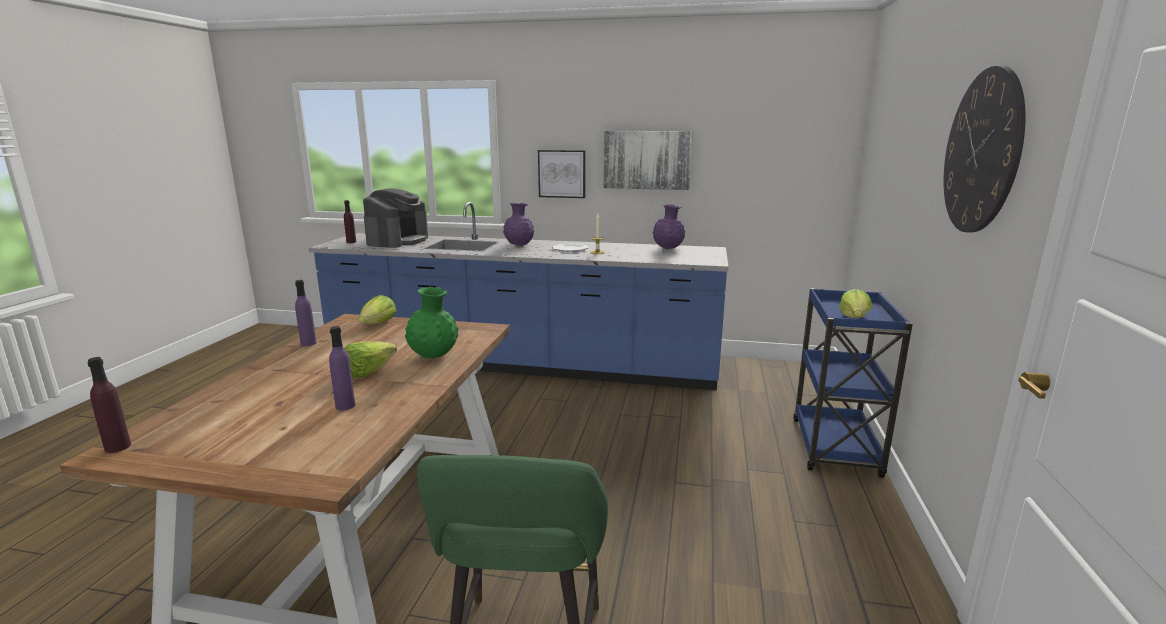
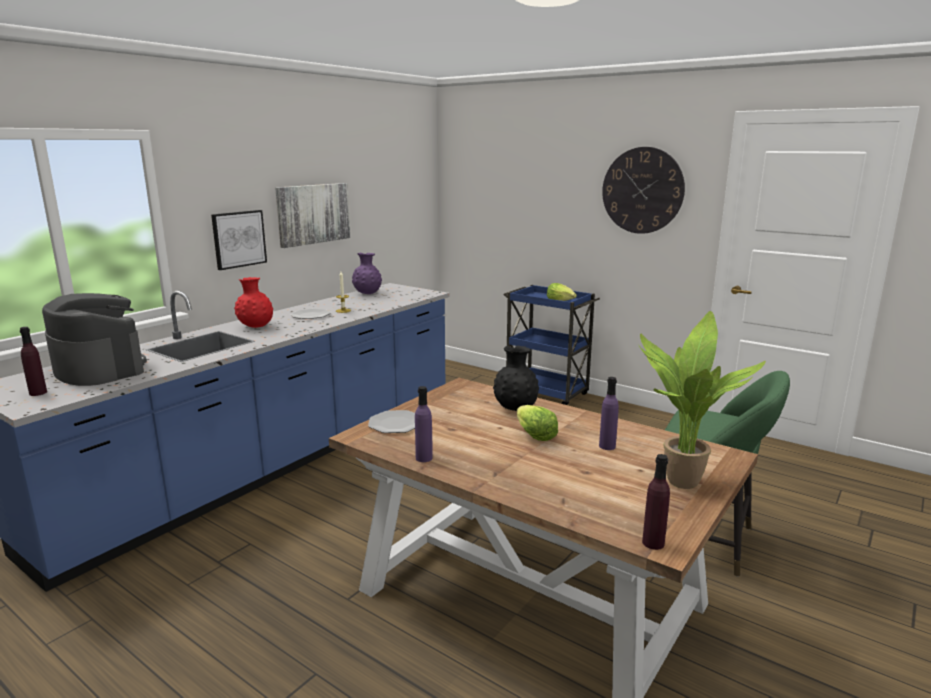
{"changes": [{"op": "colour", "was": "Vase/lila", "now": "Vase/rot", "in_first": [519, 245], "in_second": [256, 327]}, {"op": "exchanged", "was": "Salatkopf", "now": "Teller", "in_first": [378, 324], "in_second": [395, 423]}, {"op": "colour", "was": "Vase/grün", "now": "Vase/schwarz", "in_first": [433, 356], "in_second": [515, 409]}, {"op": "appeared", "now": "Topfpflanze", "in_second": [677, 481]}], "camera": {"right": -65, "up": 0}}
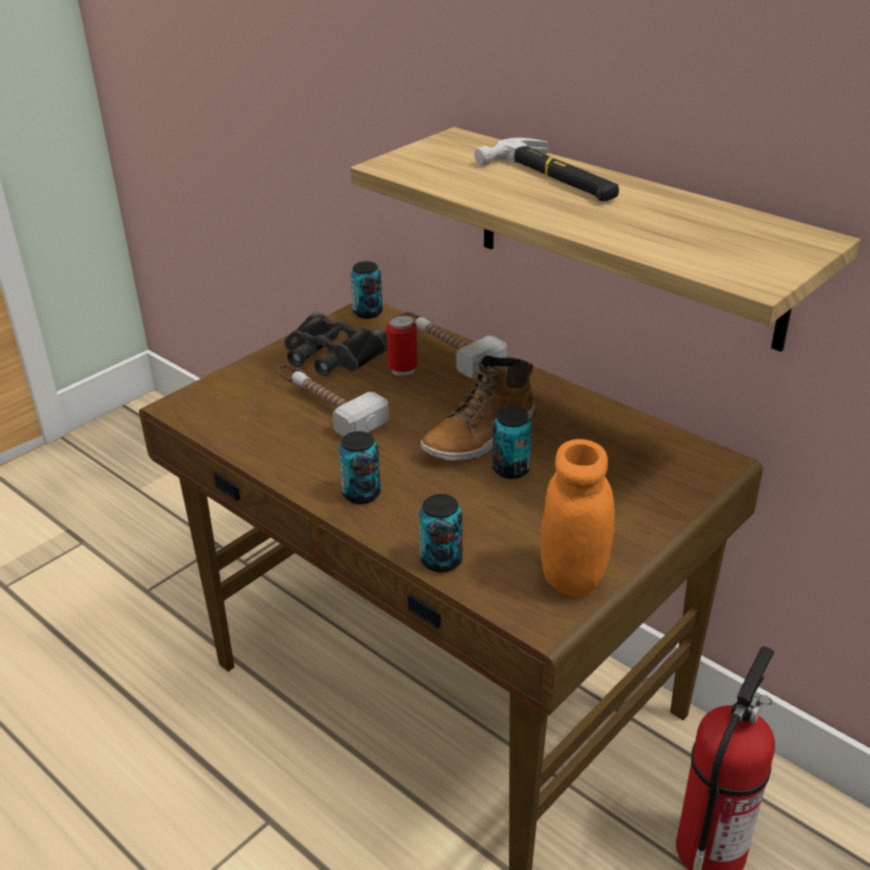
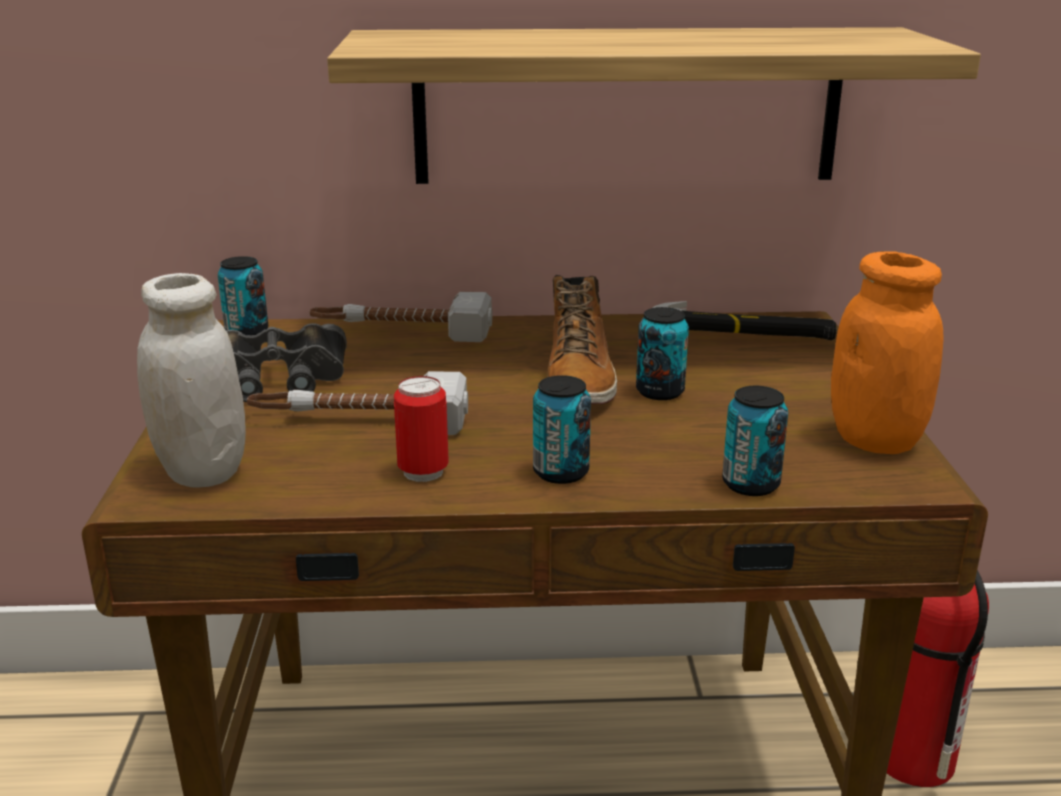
{"changes": [{"op": "appeared", "now": "Vorratsglas/weiß", "in_second": [202, 471]}, {"op": "relocated", "was": "Dose", "in_first": [403, 369], "in_second": [423, 472]}, {"op": "relocated", "was": "Hammer", "in_first": [552, 178], "in_second": [740, 334]}], "camera": {"right": -45, "up": -10}}
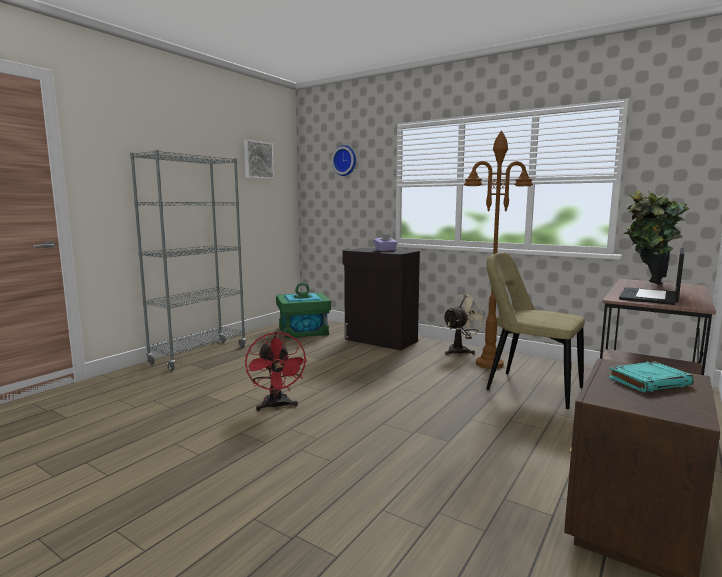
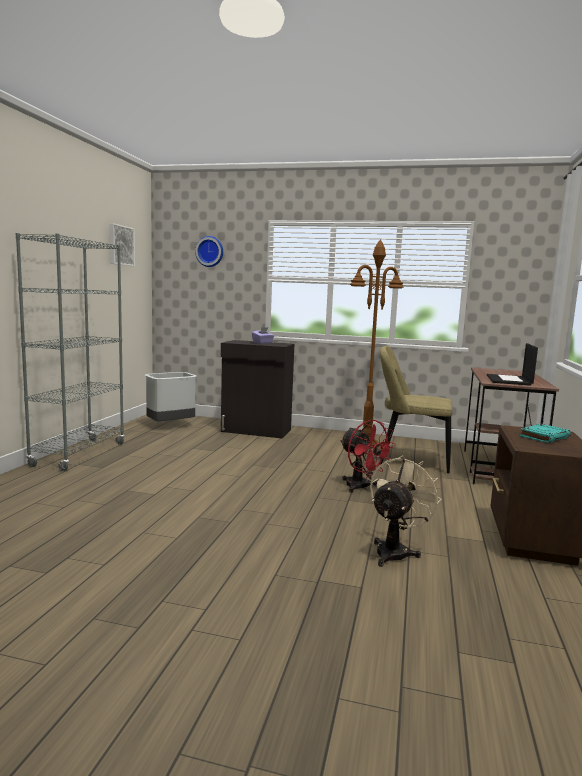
{"changes": [{"op": "exchanged", "was": "Aufbewahrungsbox/grün", "now": "Mülleimer/grau", "in_first": [303, 331], "in_second": [170, 426]}, {"op": "relocated", "was": "Ventilator/rot", "in_first": [276, 406], "in_second": [361, 488]}, {"op": "relocated", "was": "Ventilator/beige", "in_first": [461, 351], "in_second": [395, 551]}, {"op": "missing", "was": "Topfpflanze", "in_first": [646, 285]}], "camera": {"right": -20, "up": 0}}
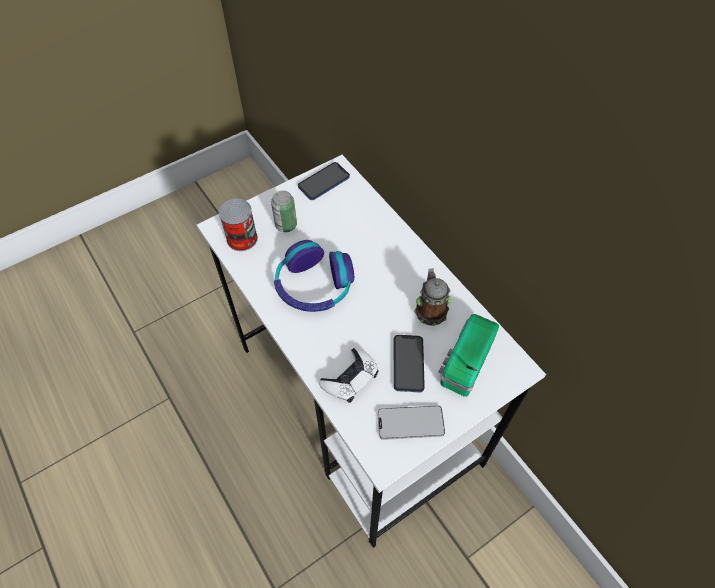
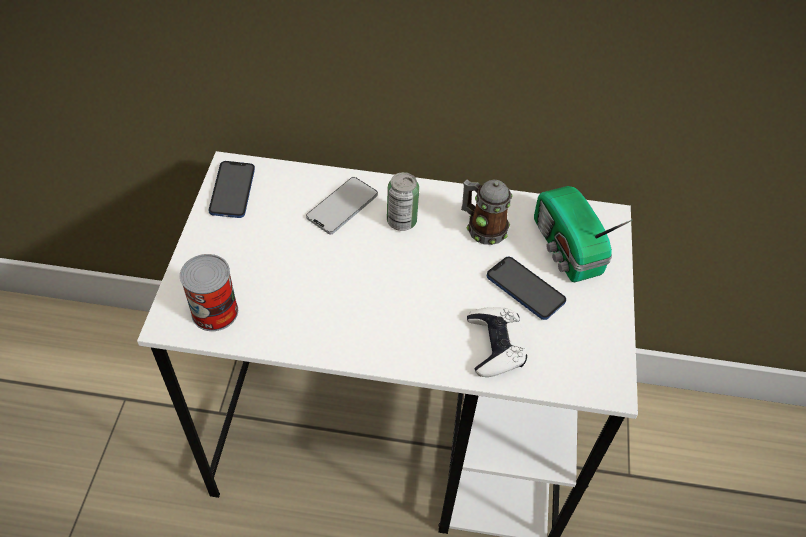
{"changes": [{"op": "relocated", "was": "Handy", "in_first": [410, 423], "in_second": [342, 206]}, {"op": "relocated", "was": "Dose", "in_first": [286, 225], "in_second": [401, 221]}, {"op": "missing", "was": "Kopfhörer", "in_first": [314, 285]}], "camera": {"right": -50, "up": -5}}
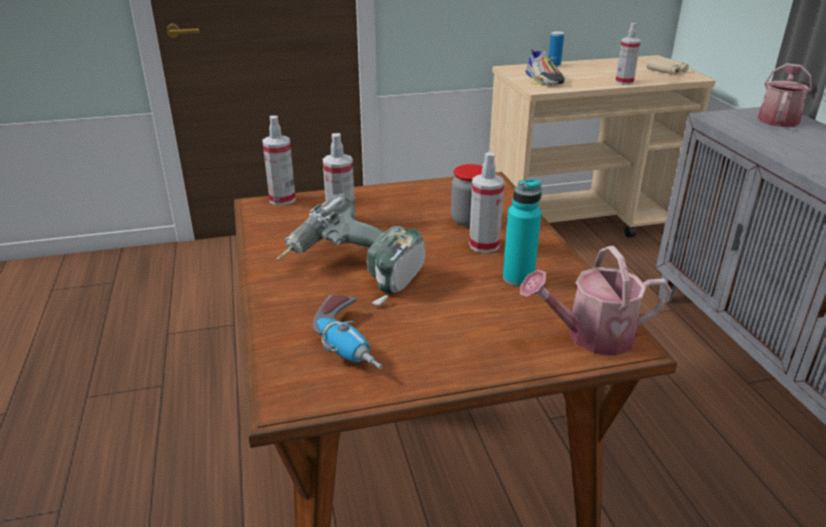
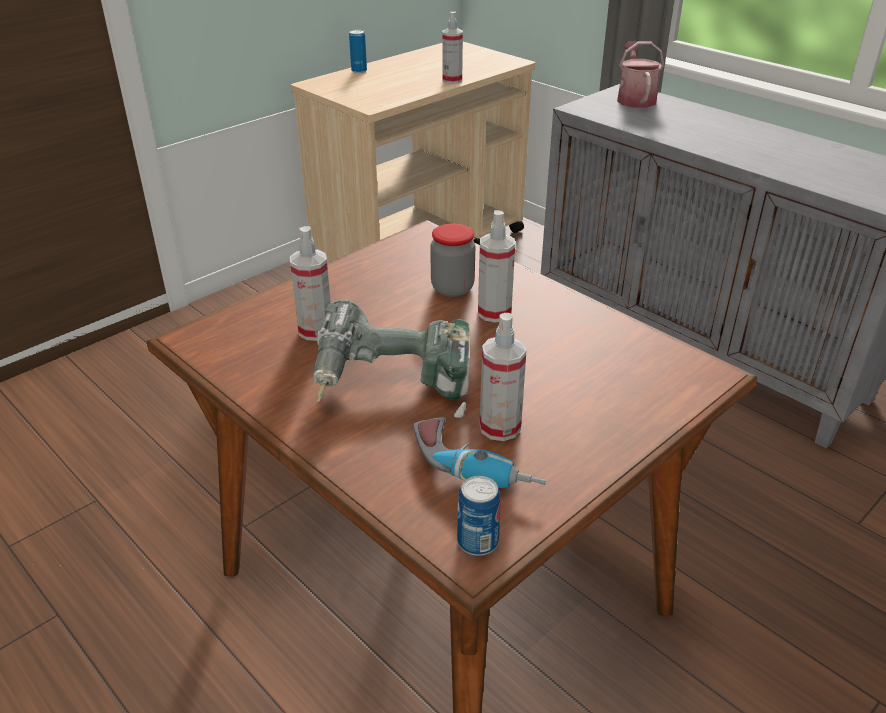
{"changes": [{"op": "appeared", "now": "Dose", "in_second": [477, 542]}, {"op": "relocated", "was": "Sprühflasche", "in_first": [282, 199], "in_second": [500, 427]}, {"op": "missing", "was": "Flasche/türkis", "in_first": [518, 278]}, {"op": "missing", "was": "Gießkanne", "in_first": [591, 336]}, {"op": "missing", "was": "Schuh", "in_first": [544, 79]}, {"op": "missing", "was": "Fernglas/beige", "in_first": [666, 71]}], "camera": {"right": -30, "up": 5}}
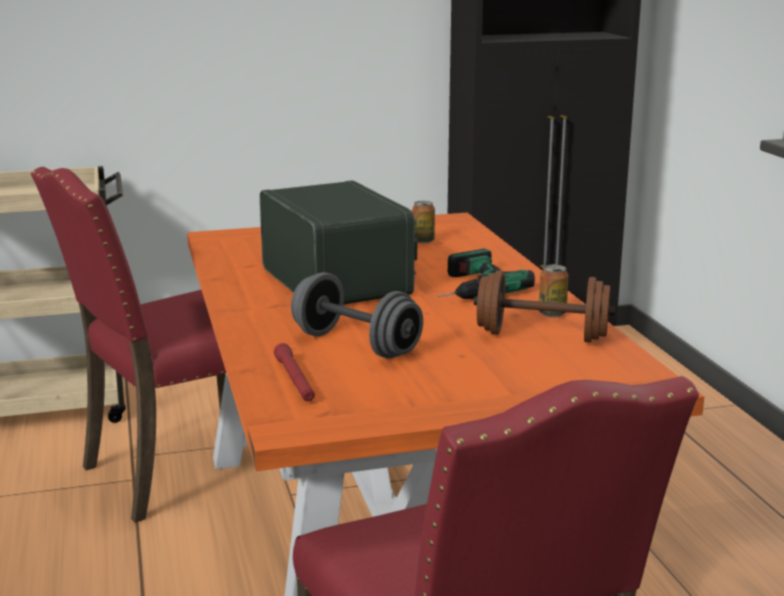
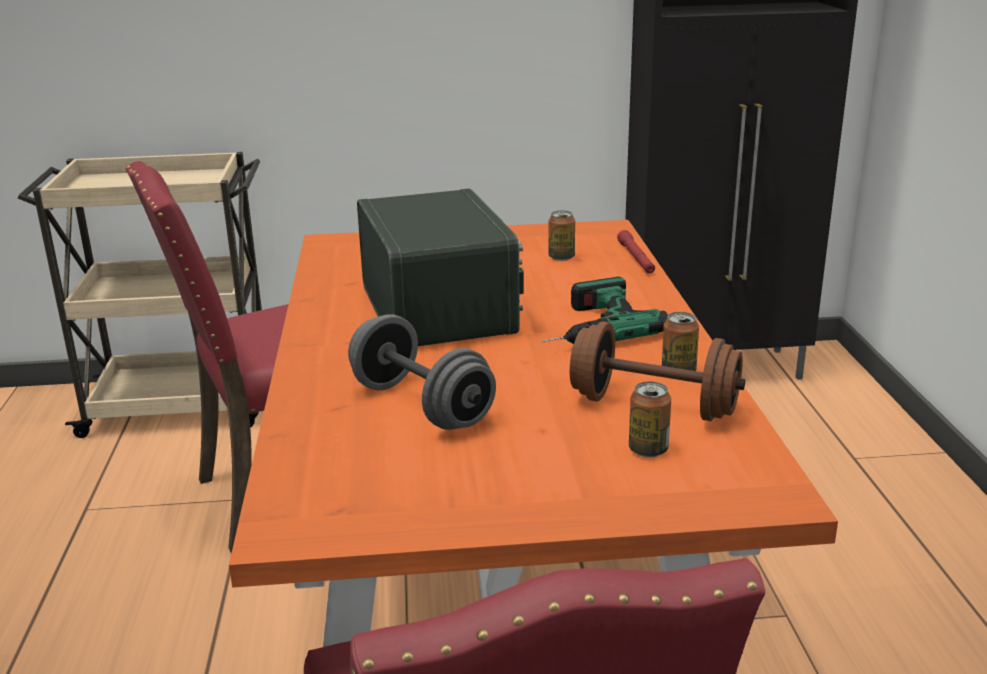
{"changes": [{"op": "relocated", "was": "Taschenlampe/rot", "in_first": [295, 380], "in_second": [636, 259]}, {"op": "appeared", "now": "Dose", "in_second": [648, 450]}], "camera": {"right": 10, "up": 5}}
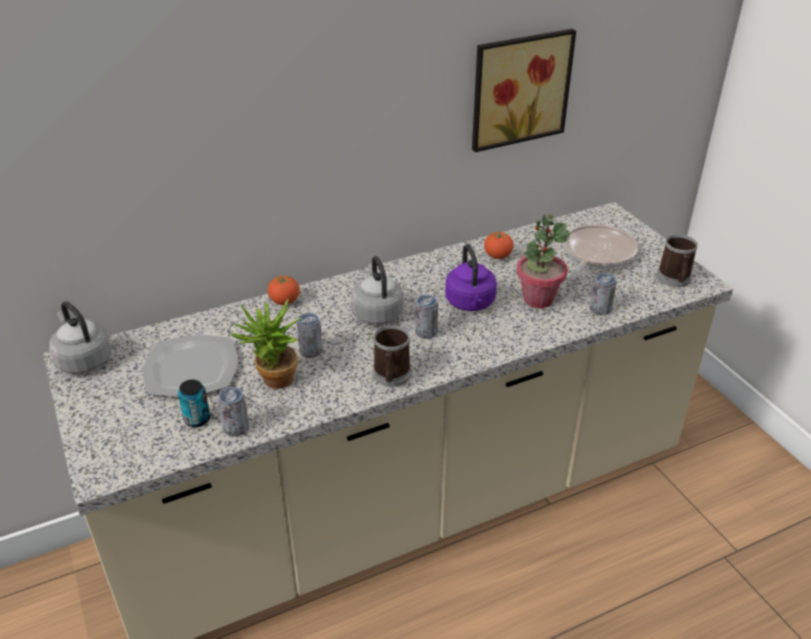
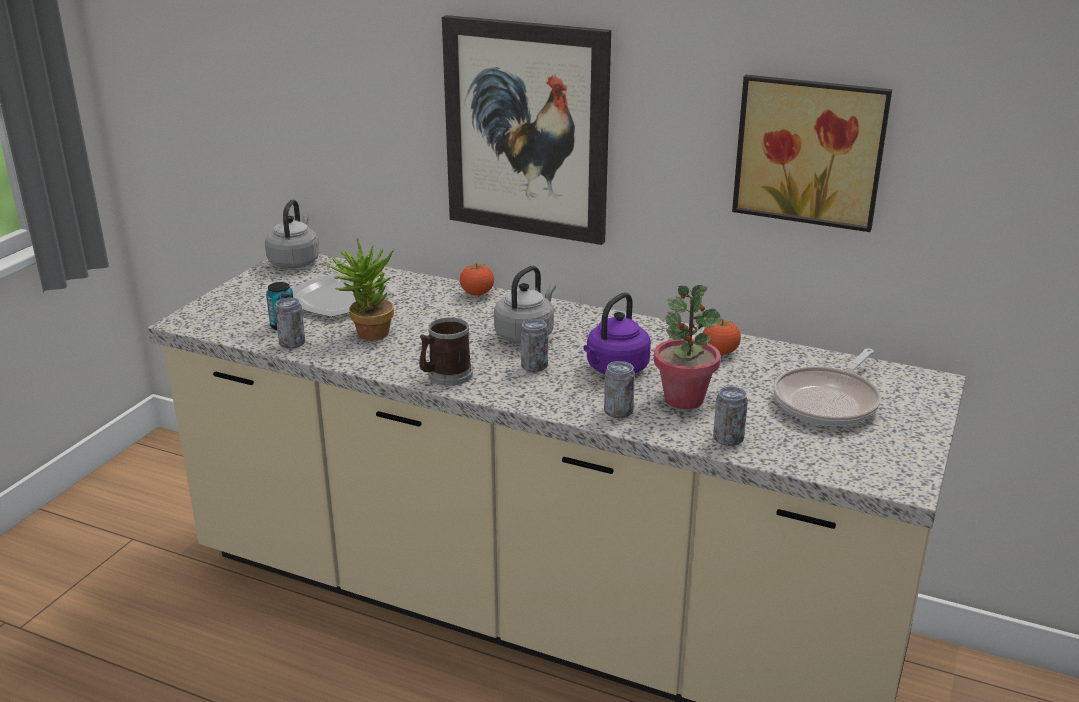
{"changes": [{"op": "appeared", "now": "Bild", "in_second": [527, 130]}, {"op": "relocated", "was": "Dose", "in_first": [311, 351], "in_second": [618, 411]}, {"op": "spun", "was": "Pfanne", "in_first": [596, 255], "in_second": [828, 402], "clockwise": 135}, {"op": "missing", "was": "Henkelbecher", "in_first": [674, 279]}], "camera": {"right": 50, "up": -10}}
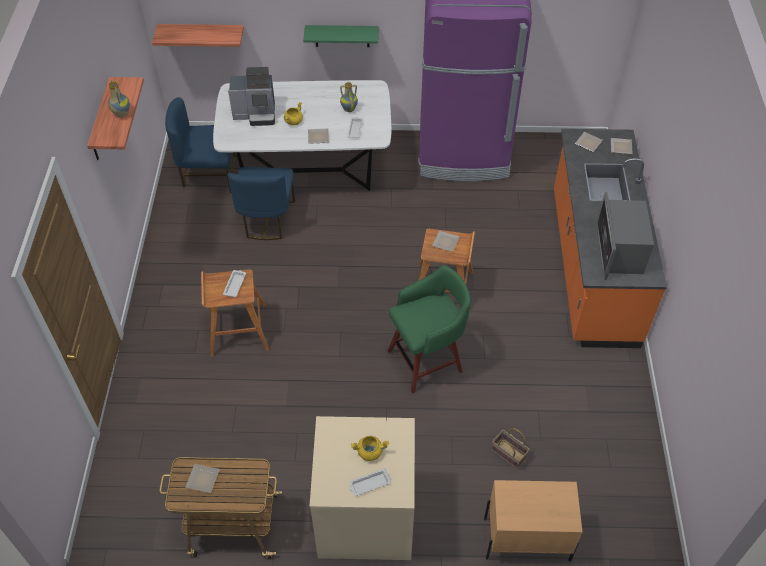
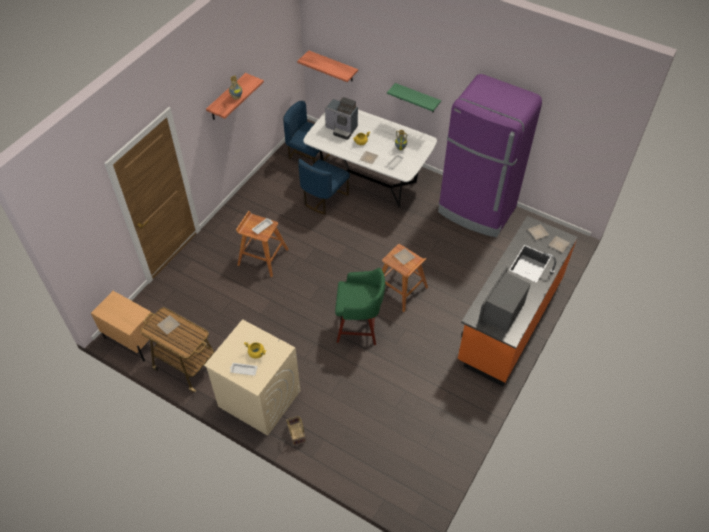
{"changes": [{"op": "relocated", "was": "Nachttisch/beige", "in_first": [526, 539], "in_second": [132, 340]}, {"op": "relocated", "was": "Korb", "in_first": [507, 454], "in_second": [295, 433]}], "camera": {"right": 30, "up": 0}}
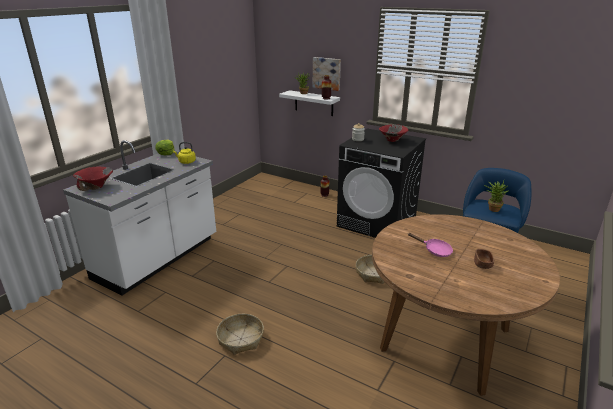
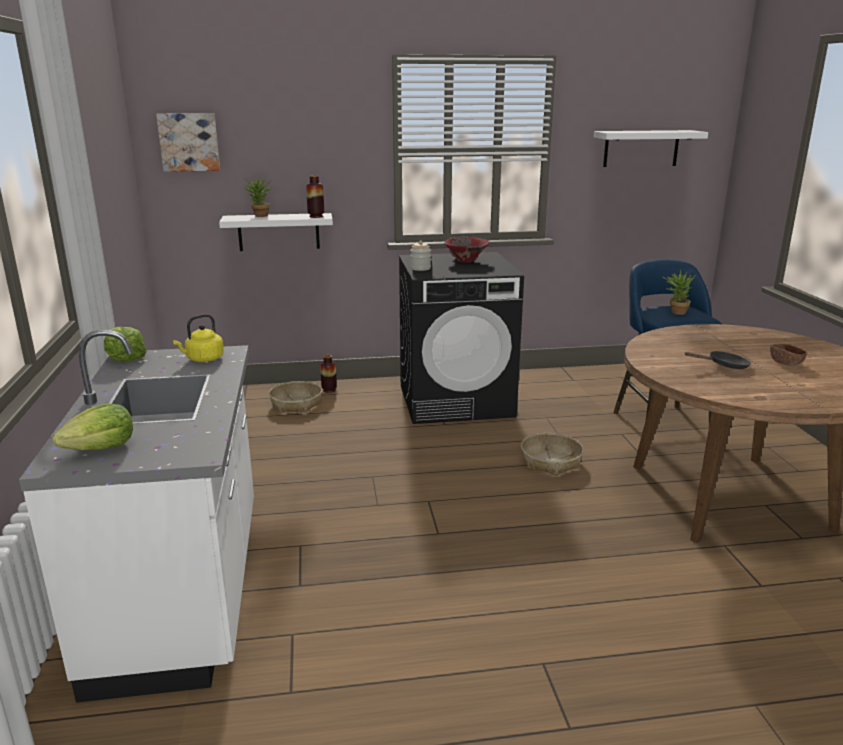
{"changes": [{"op": "exchanged", "was": "Schüssel/rot", "now": "Salatkopf", "in_first": [96, 187], "in_second": [101, 448]}, {"op": "relocated", "was": "Bild", "in_first": [327, 73], "in_second": [189, 142]}, {"op": "relocated", "was": "Korb", "in_first": [240, 339], "in_second": [296, 404]}, {"op": "appeared", "now": "Wandregal/weiß", "in_second": [641, 148]}, {"op": "colour", "was": "Pfanne/rosa", "now": "Pfanne/schwarz", "in_first": [434, 250], "in_second": [724, 366]}], "camera": {"right": -40, "up": -5}}
